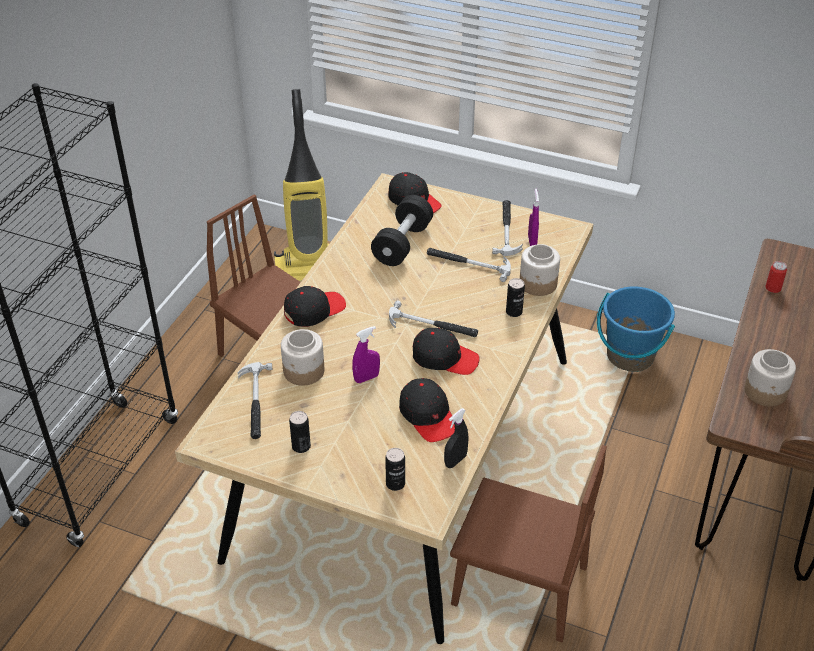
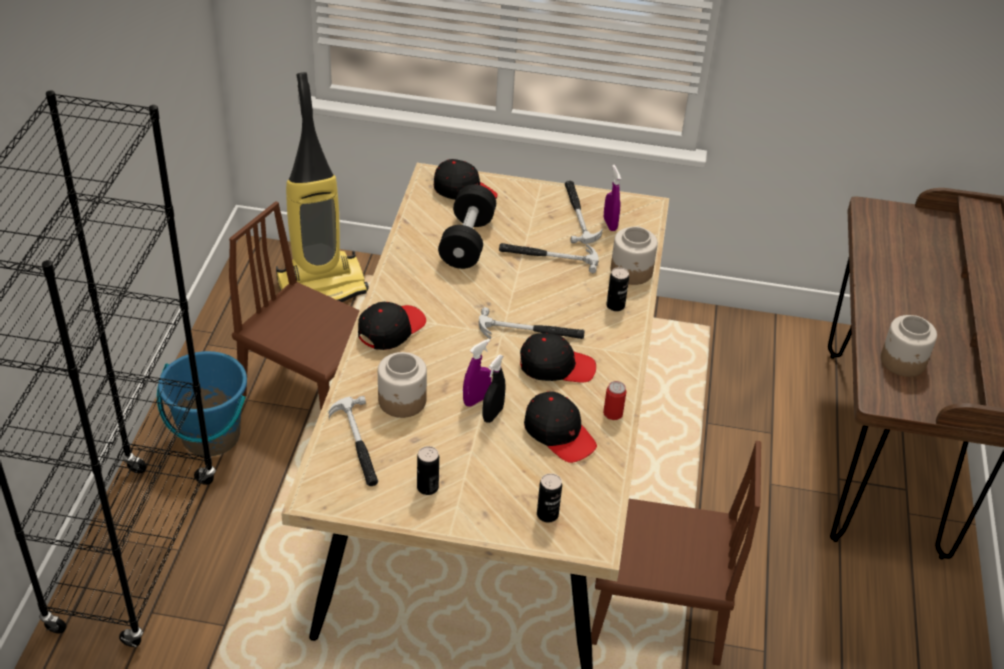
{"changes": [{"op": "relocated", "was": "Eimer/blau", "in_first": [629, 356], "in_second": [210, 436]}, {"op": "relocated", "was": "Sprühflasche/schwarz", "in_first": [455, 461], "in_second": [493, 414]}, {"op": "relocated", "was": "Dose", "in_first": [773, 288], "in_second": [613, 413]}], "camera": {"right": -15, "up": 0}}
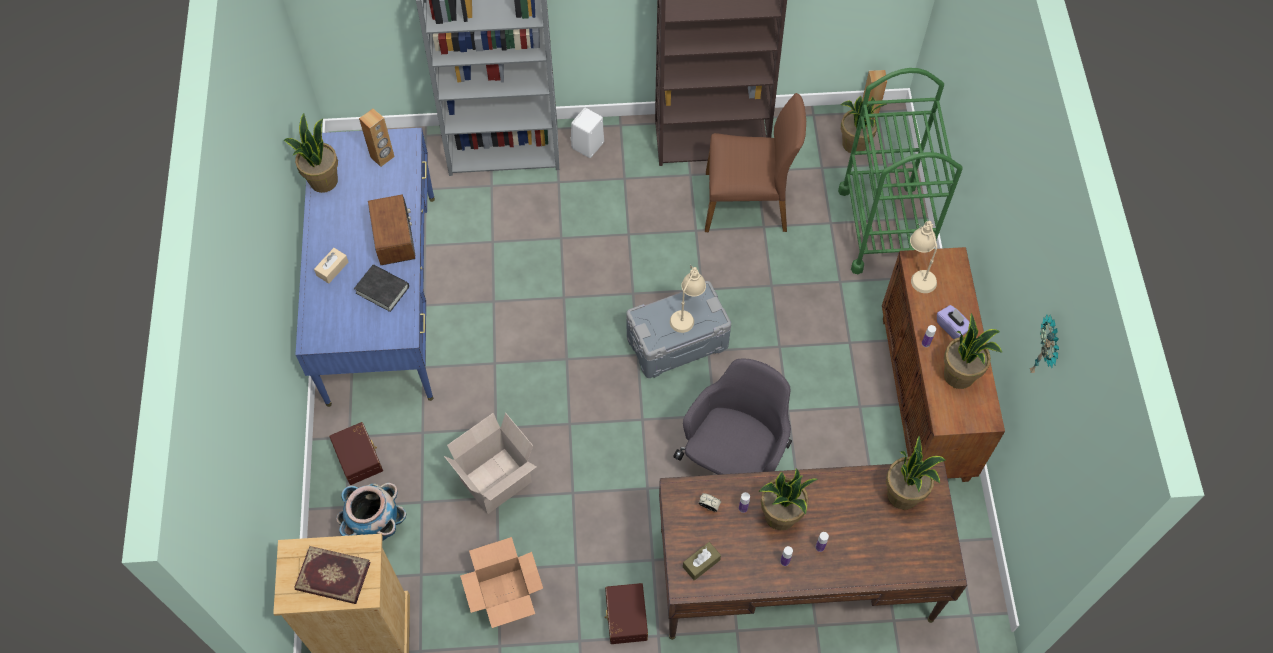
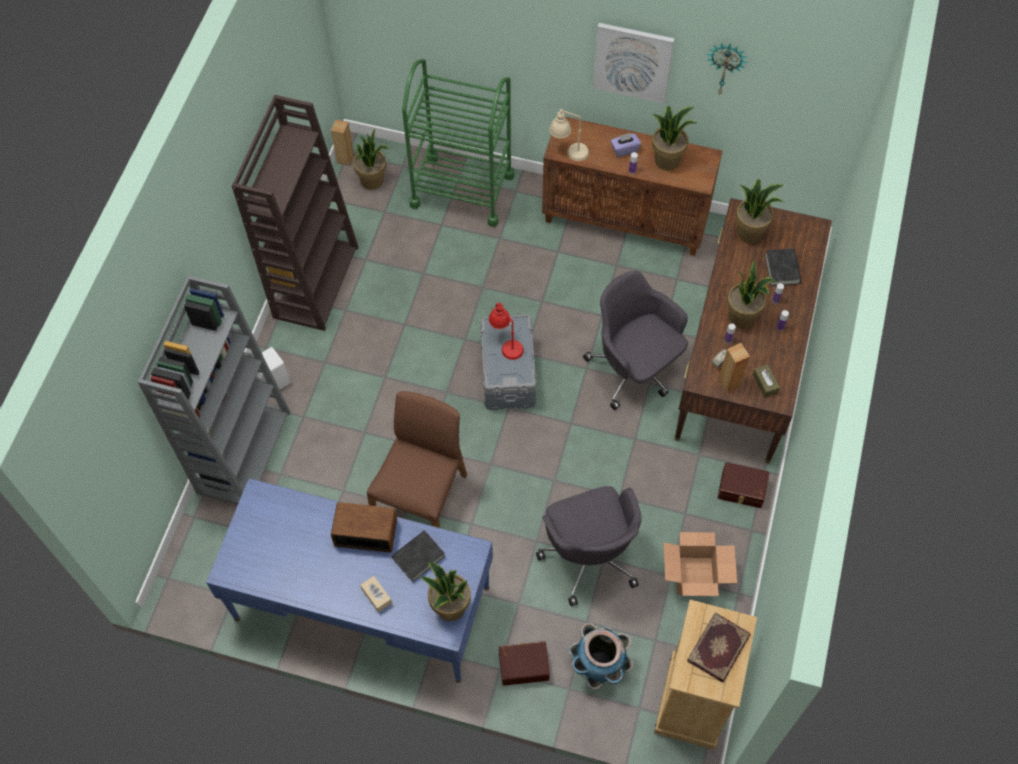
{"changes": [{"op": "relocated", "was": "Stuhl/braun", "in_first": [747, 202], "in_second": [422, 497]}, {"op": "relocated", "was": "Topfpflanze", "in_first": [323, 180], "in_second": [450, 607]}, {"op": "colour", "was": "Tischlampe/beige", "now": "Tischlampe/rot", "in_first": [686, 313], "in_second": [505, 343]}, {"op": "exchanged", "was": "Karton", "now": "Bürostuhl/grau", "in_first": [496, 483], "in_second": [590, 555]}, {"op": "appeared", "now": "Bild", "in_second": [633, 62]}, {"op": "relocated", "was": "Lautsprecher/braun", "in_first": [382, 157], "in_second": [729, 383]}, {"op": "appeared", "now": "Buch/schwarz", "in_second": [782, 269]}], "camera": {"right": -70, "up": 0}}
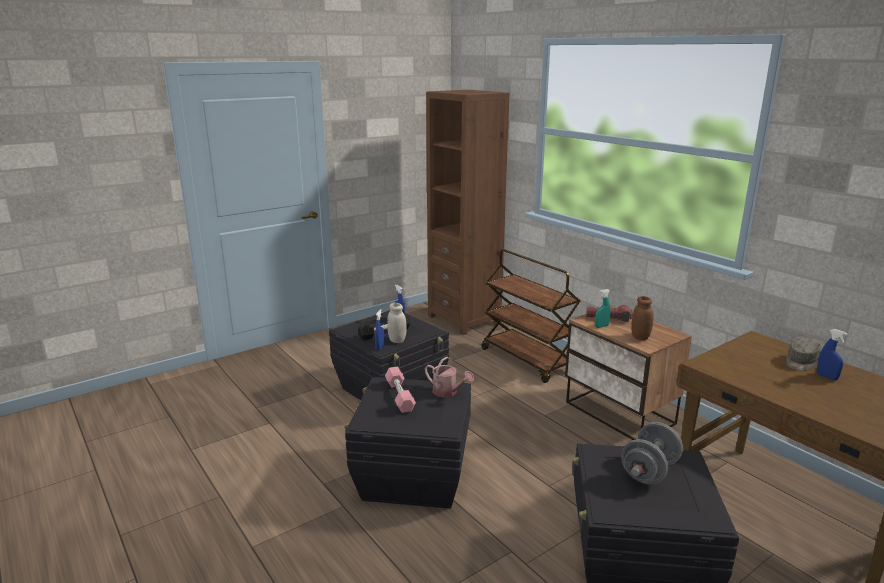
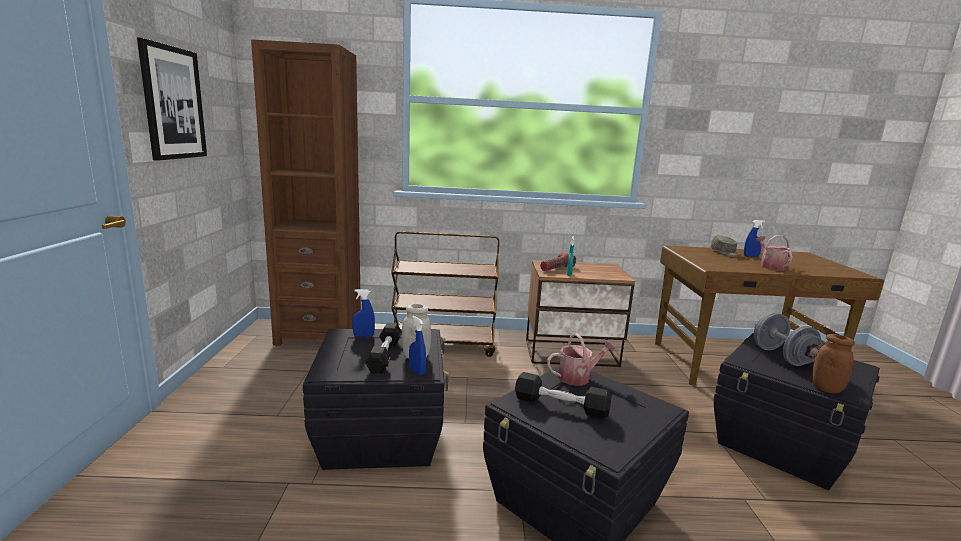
{"changes": [{"op": "appeared", "now": "Bild", "in_second": [173, 103]}, {"op": "colour", "was": "Hantel/rosa", "now": "Hantel/schwarz", "in_first": [400, 396], "in_second": [561, 405]}, {"op": "appeared", "now": "Gießkanne", "in_second": [770, 266]}, {"op": "relocated", "was": "Vorratsglas/braun", "in_first": [640, 337], "in_second": [826, 389]}], "camera": {"right": -55, "up": -5}}
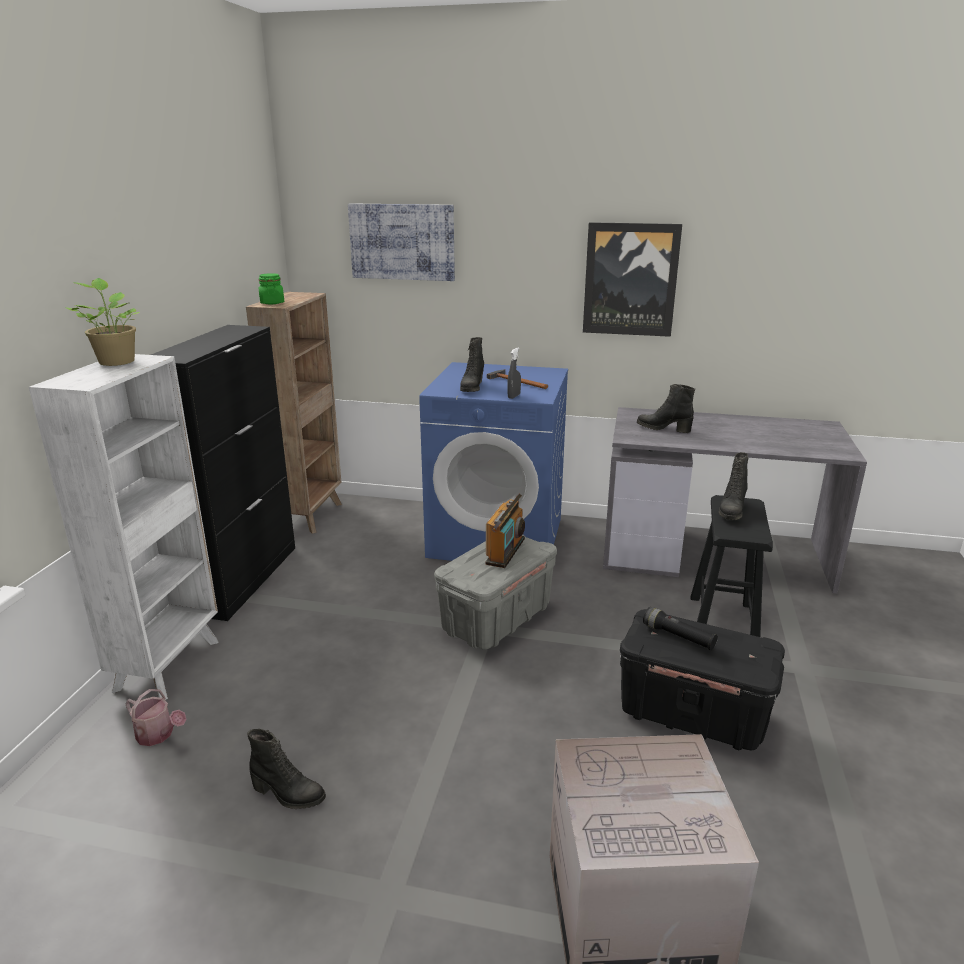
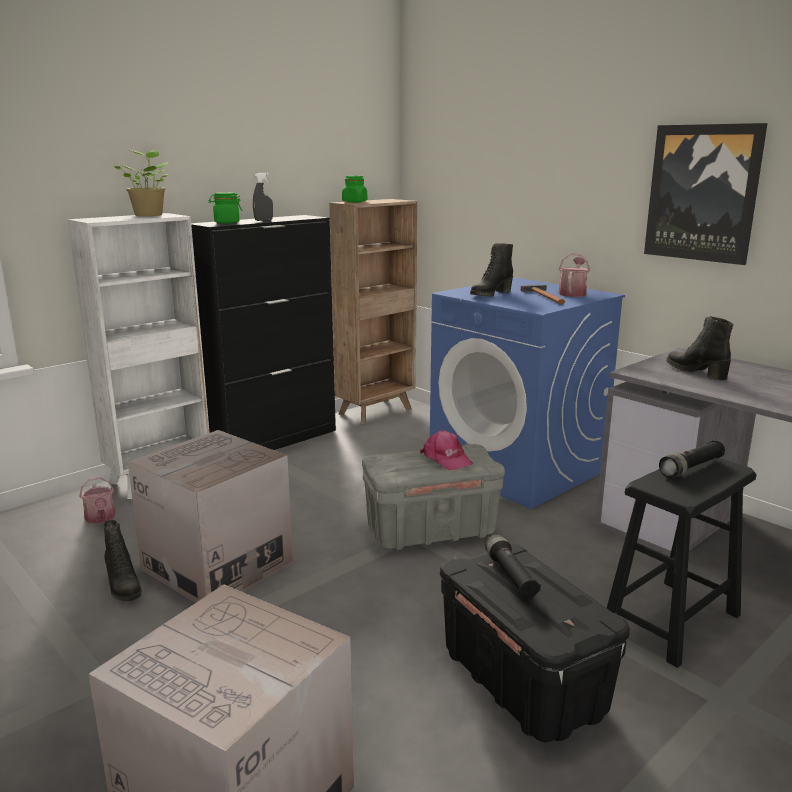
{"changes": [{"op": "appeared", "now": "Karton", "in_second": [217, 565]}, {"op": "appeared", "now": "Vorratsglas/grün", "in_second": [226, 222]}, {"op": "relocated", "was": "Sprühflasche/grau", "in_first": [514, 396], "in_second": [263, 220]}, {"op": "exchanged", "was": "Radio", "now": "Kappe/rosa", "in_first": [505, 551], "in_second": [446, 459]}, {"op": "appeared", "now": "Gießkanne", "in_second": [572, 293]}, {"op": "exchanged", "was": "Stiefel/schwarz", "now": "Taschenlampe/schwarz", "in_first": [731, 510], "in_second": [691, 468]}, {"op": "missing", "was": "Bild", "in_first": [402, 242]}], "camera": {"right": 35, "up": -5}}
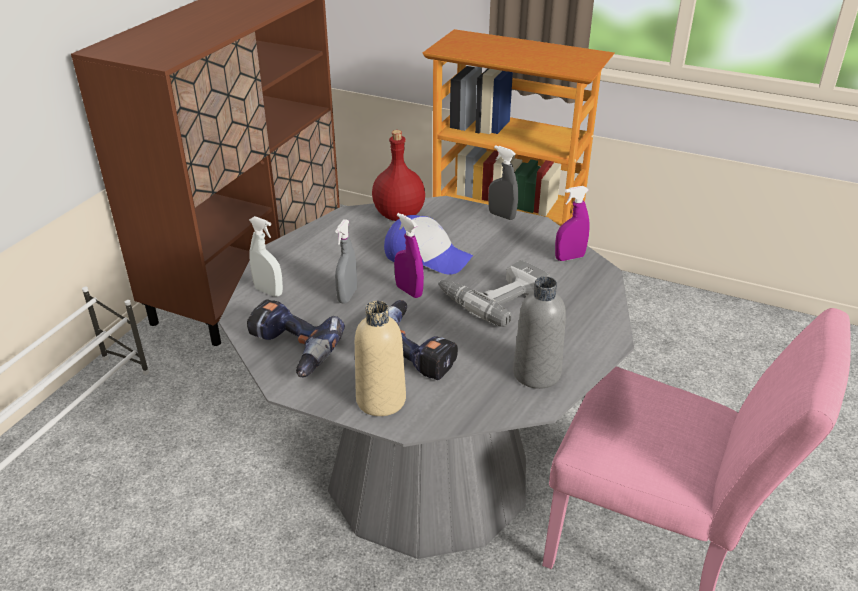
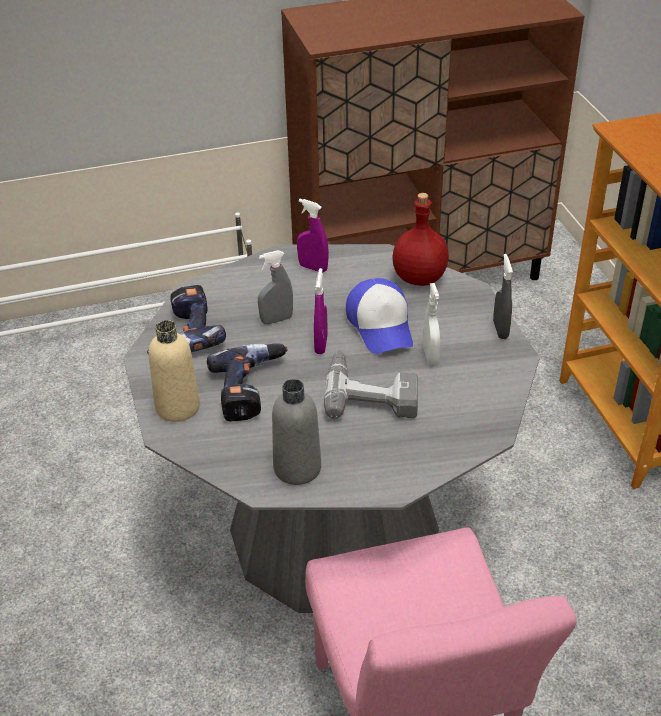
{"changes": [{"op": "relocated", "was": "Sprühflasche/lila", "in_first": [569, 257], "in_second": [313, 268]}, {"op": "relocated", "was": "Sprühflasche/weiß", "in_first": [269, 291], "in_second": [430, 356]}], "camera": {"right": 50, "up": 5}}
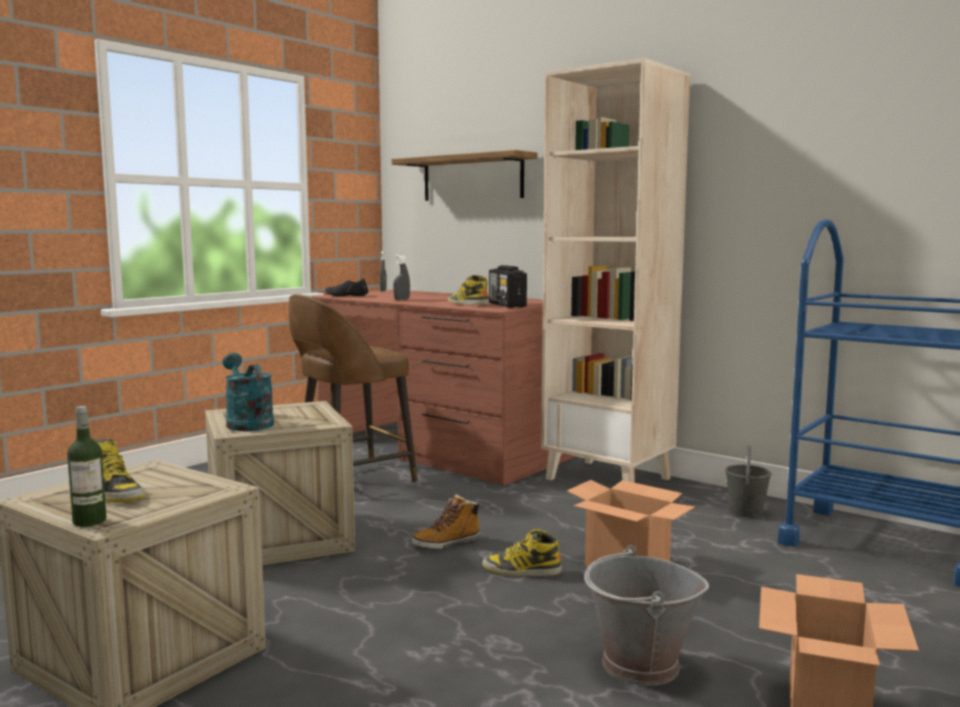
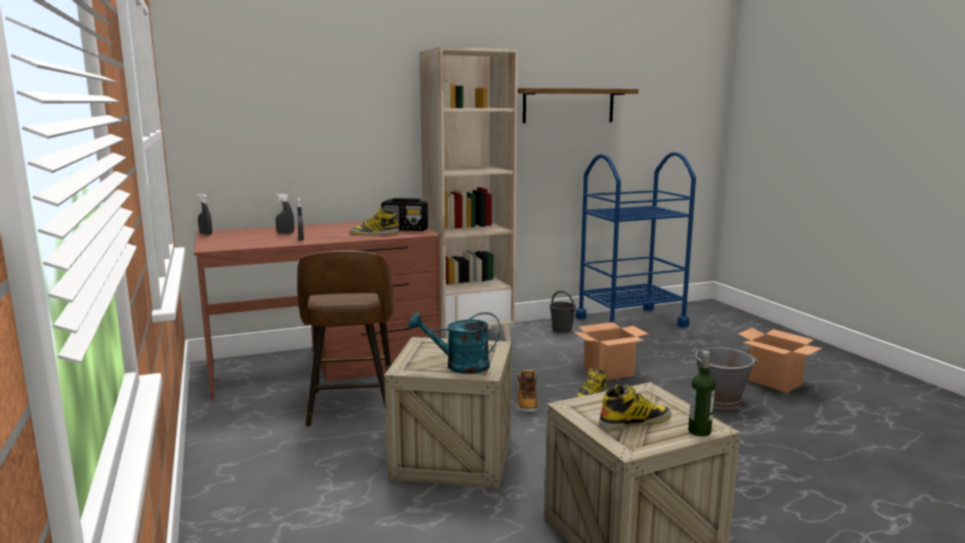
{"changes": [{"op": "appeared", "now": "Sprühflasche/grau", "in_second": [285, 233]}, {"op": "relocated", "was": "Wandregal", "in_first": [472, 178], "in_second": [568, 105]}, {"op": "missing", "was": "Schuh/schwarz", "in_first": [346, 295]}], "camera": {"right": -60, "up": 5}}
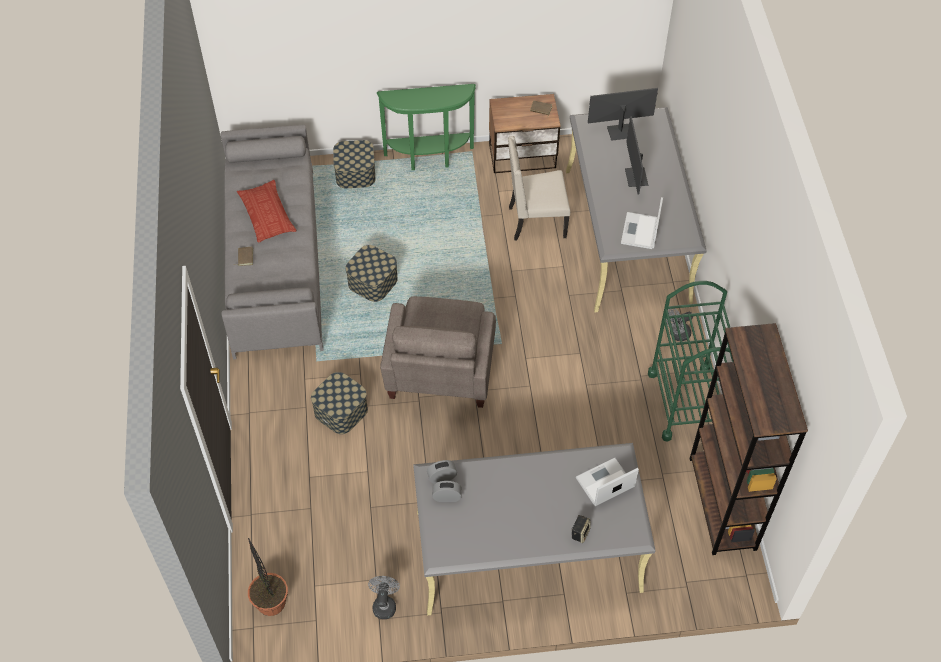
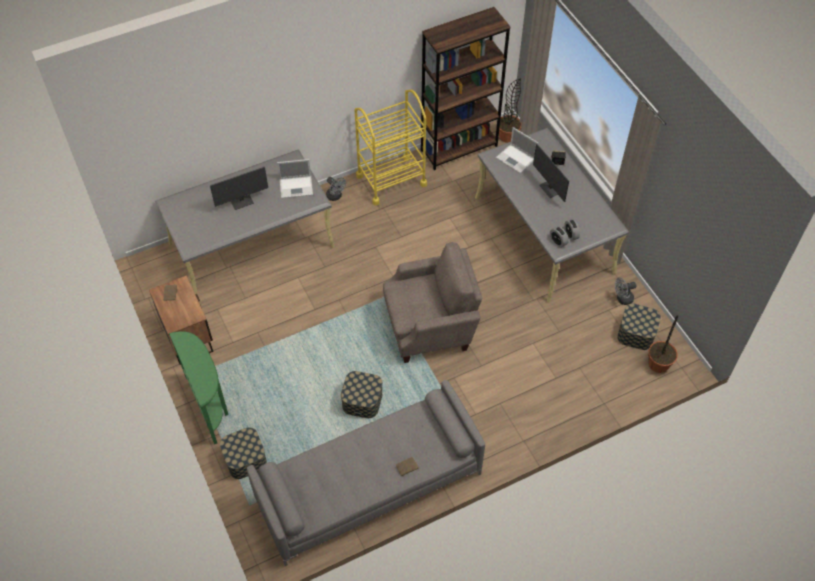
{"changes": [{"op": "colour", "was": "Rollwagen/grün", "now": "Rollwagen/gelb", "in_first": [686, 402], "in_second": [391, 180]}, {"op": "appeared", "now": "Topfpflanze", "in_second": [508, 136]}, {"op": "relocated", "was": "Monitor", "in_first": [620, 131], "in_second": [550, 189]}, {"op": "relocated", "was": "Aufbewahrungsbox", "in_first": [341, 411], "in_second": [636, 333]}, {"op": "missing", "was": "Kissen", "in_first": [267, 214]}, {"op": "missing", "was": "Stuhl/beige", "in_first": [535, 222]}], "camera": {"right": -110, "up": 0}}
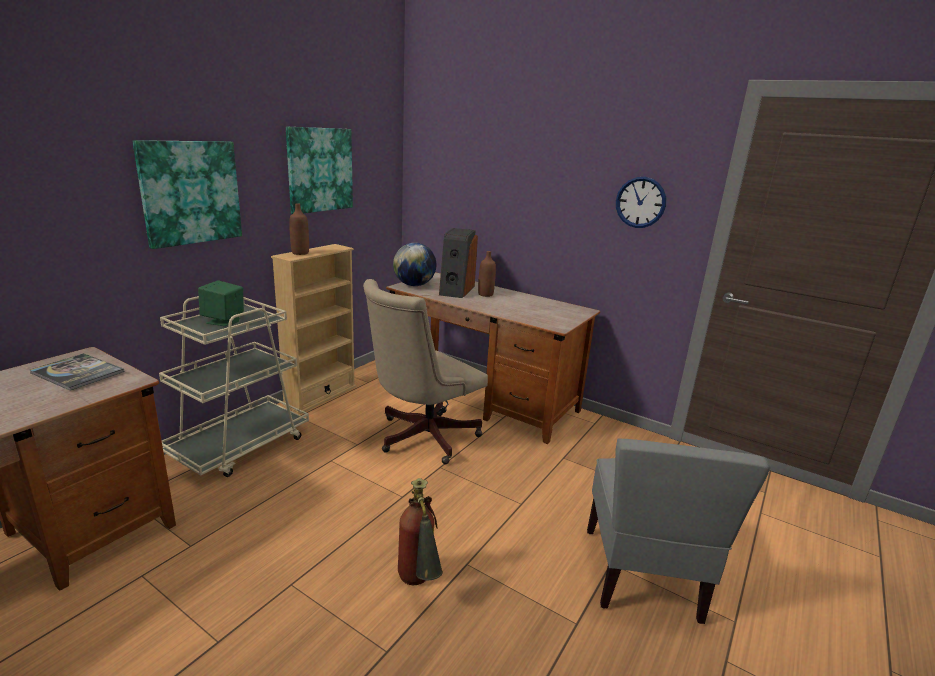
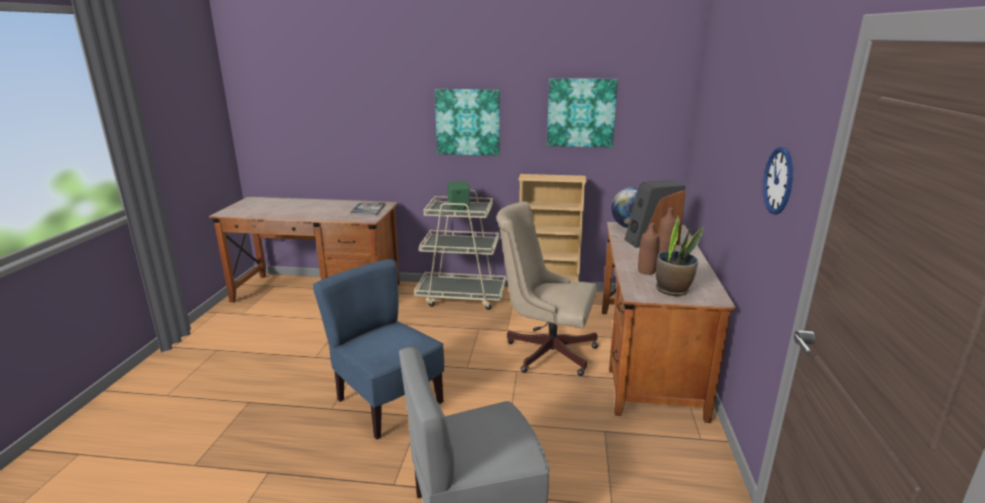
{"changes": [{"op": "exchanged", "was": "Feuerlöscher", "now": "Stuhl/blau", "in_first": [418, 585], "in_second": [388, 402]}, {"op": "relocated", "was": "Flasche/braun", "in_first": [300, 253], "in_second": [646, 271]}, {"op": "appeared", "now": "Topfpflanze", "in_second": [673, 290]}], "camera": {"right": 65, "up": 0}}
